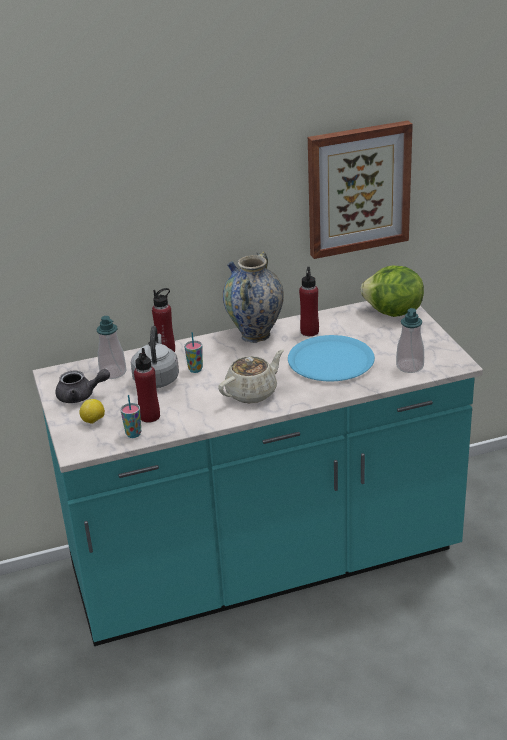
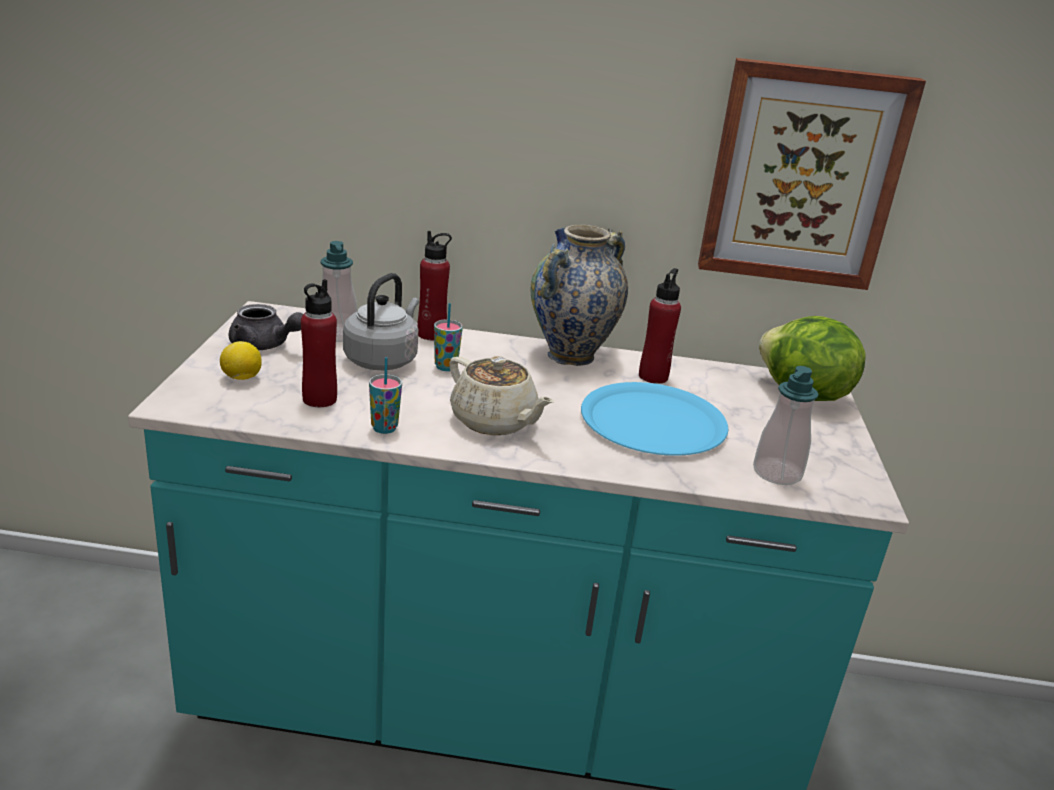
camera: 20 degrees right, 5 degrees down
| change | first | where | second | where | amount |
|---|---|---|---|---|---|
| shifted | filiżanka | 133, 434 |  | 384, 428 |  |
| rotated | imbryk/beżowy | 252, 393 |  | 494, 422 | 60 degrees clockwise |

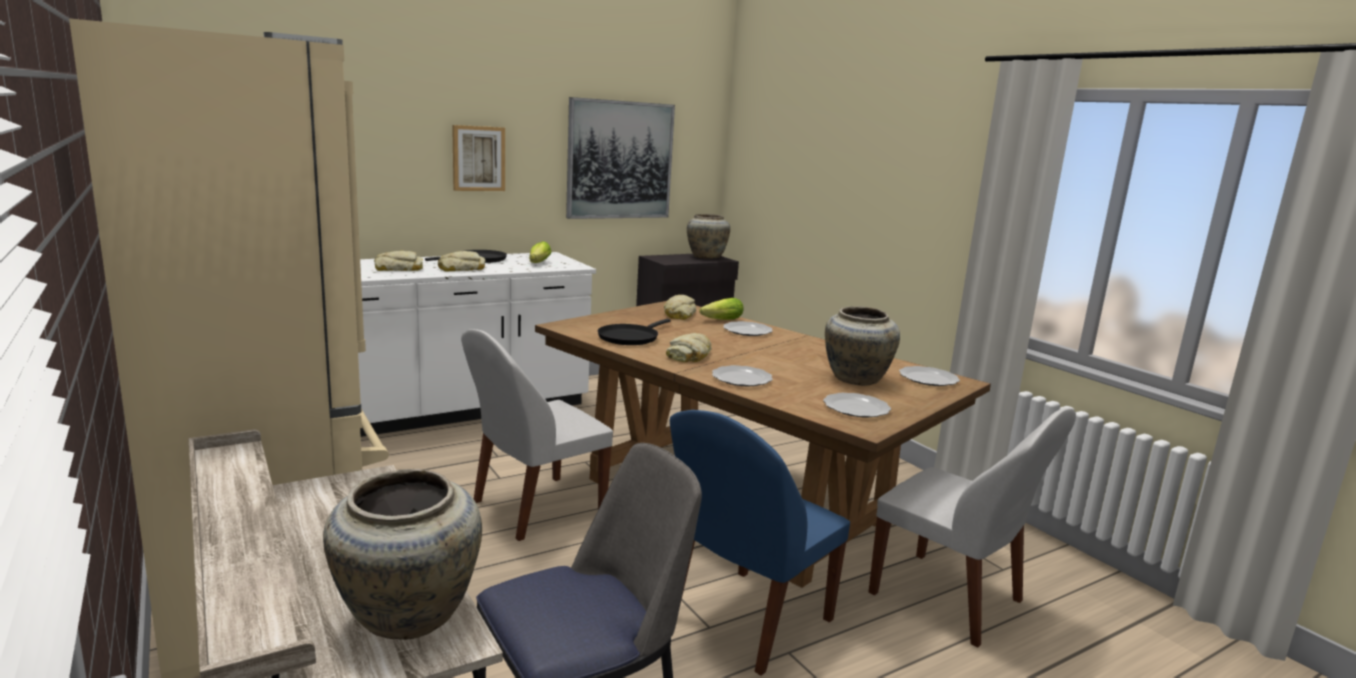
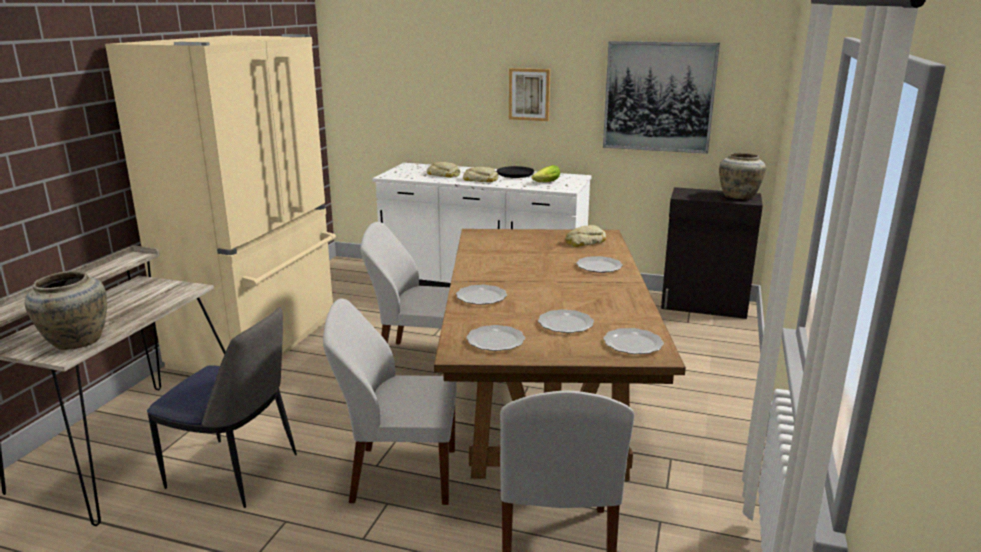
camera: 50 degrees right, 5 degrees up
| change | first | where | second | where | amount |
|---|---|---|---|---|---|
| gone | patelnia/czarny | 630, 337 |  |  |  |
| gone | chleb | 690, 355 |  |  |  |
| repainted | krzesło/niebieski | 746, 621 | krzesło/biały | 400, 475 |  |
| gone | sałata | 720, 320 |  |  |  |
| swapped | wazon/beżowy | 855, 379 | talerz | 564, 323 |  |

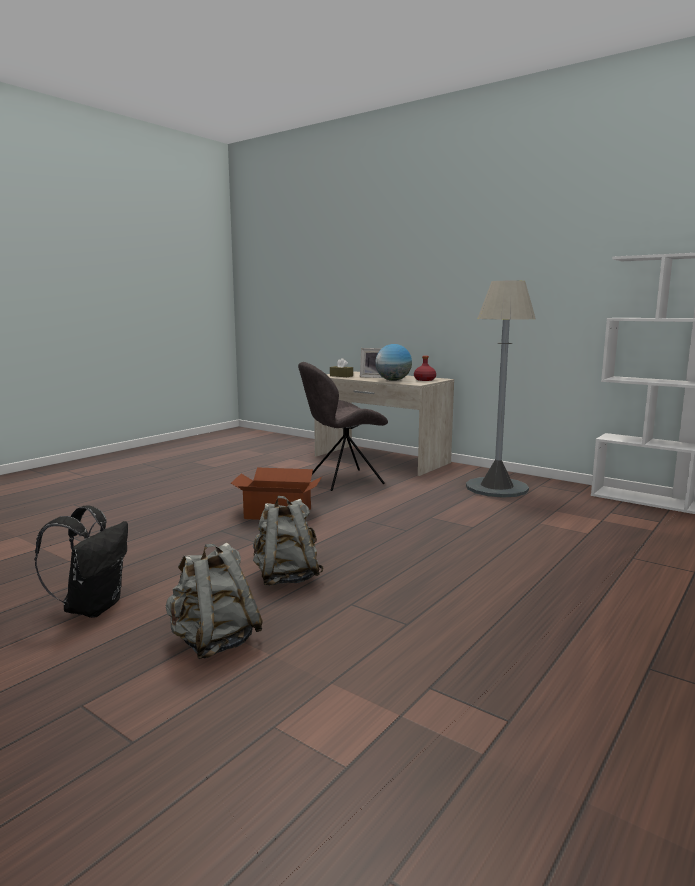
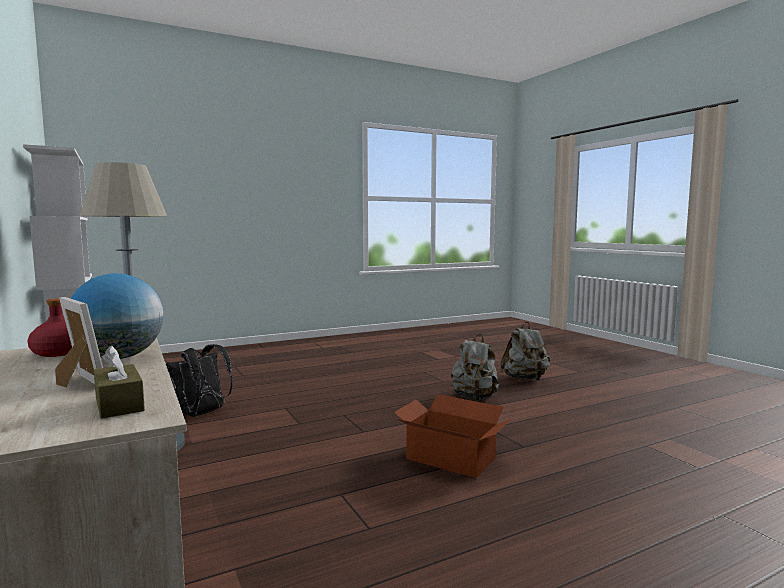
camera: 155 degrees left, 5 degrees down
| change | first | where | second | where | amount |
|---|---|---|---|---|---|
| shifted | plecak/czarny | 93, 607 |  | 201, 414 |  |
| gone | krzesło/szary | 343, 480 |  |  |  |

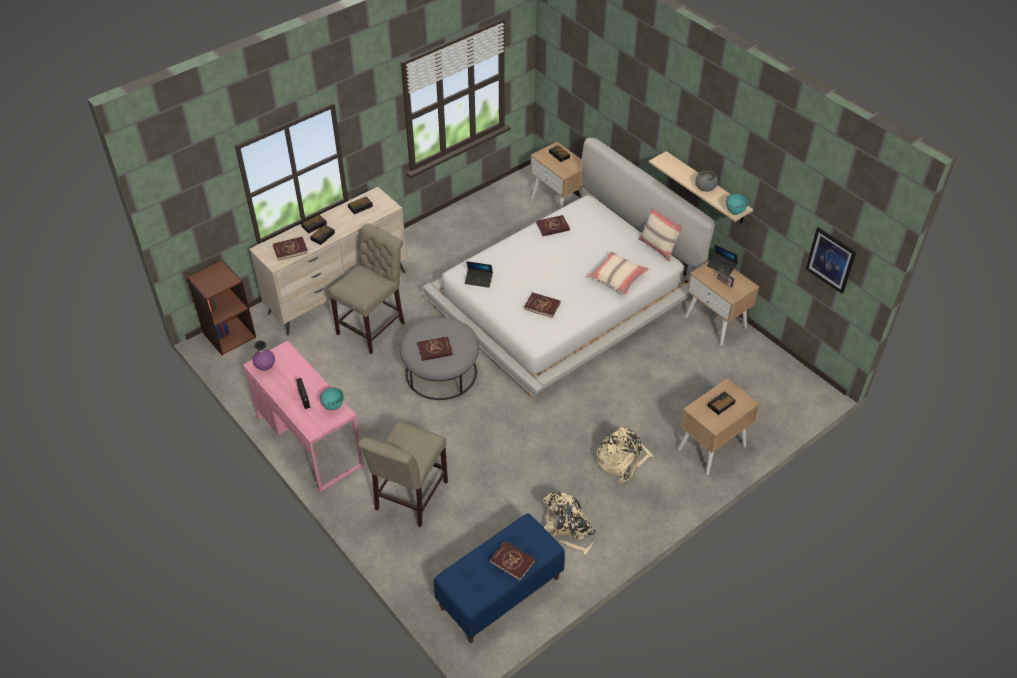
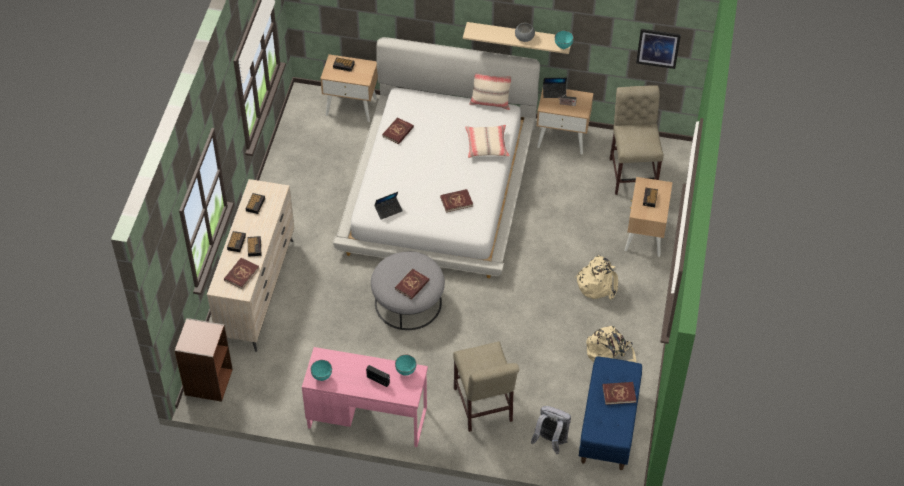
camera: 40 degrees left, 5 degrees up
| change | first | where | second | where | amount |
|---|---|---|---|---|---|
| swapped | wazon/fioletowy | 265, 367 | miska/turkusowy | 321, 377 |  |
| shifted | krzesło/beżowy | 374, 326 |  | 632, 172 |  |
| new |  |  | plecak/szary | 550, 441 |  |

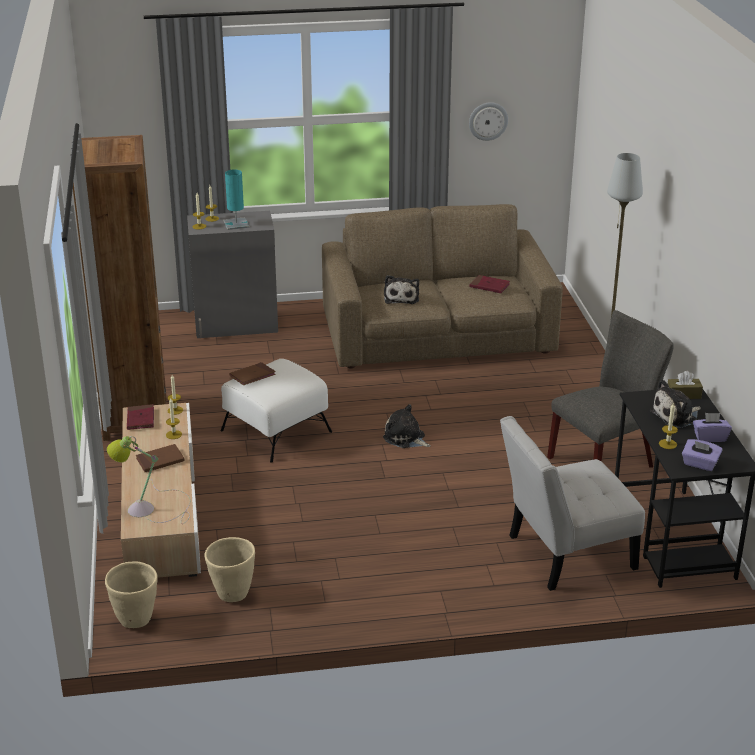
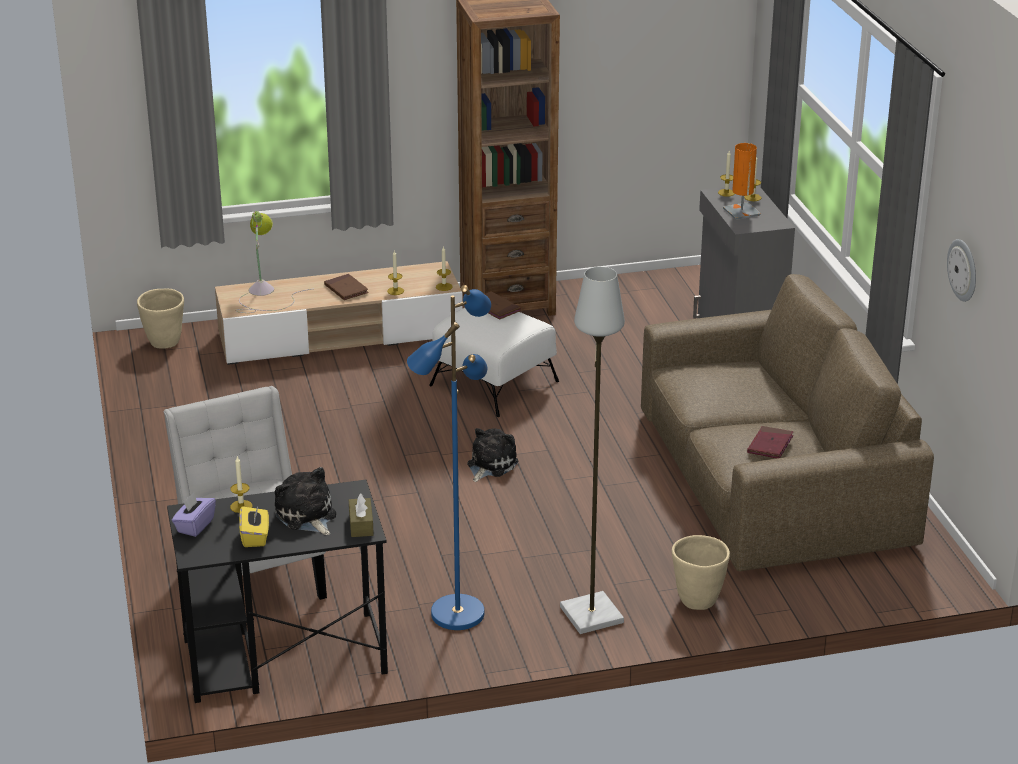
camera: 85 degrees right, 0 degrees up
| change | first | where | second | where | amount |
|---|---|---|---|---|---|
| gone | książka/czerwony | 140, 419 |  |  |  |
| shifted | donica/beżowy | 232, 594 |  | 697, 600 |  |
| repainted | lampa stołowa/turkusowy | 236, 224 | lampa stołowa/pomarańczowy | 741, 212 |  |
| gone | pluszak | 401, 297 |  |  |  |
| swapped | krzesło/szary | 606, 460 | lampa stojąca/niebieski | 457, 613 |  |
| repainted | pudełko chusteczek/fioletowy | 710, 437 | pudełko chusteczek/żółty | 255, 537 |  |

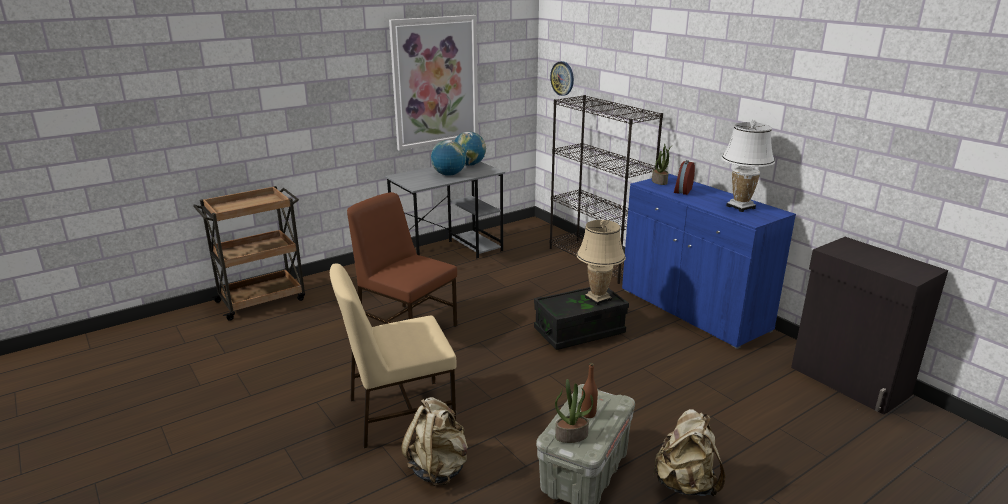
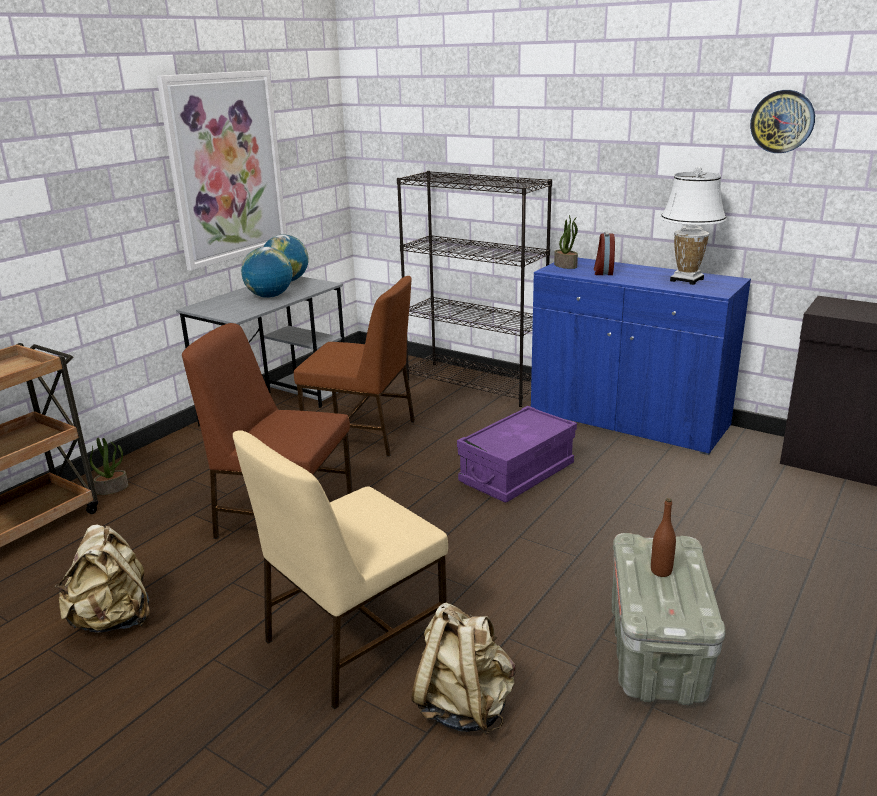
camera: 20 degrees left, 0 degrees up
| change | first | where | second | where | amount |
|---|---|---|---|---|---|
| repainted | pojemnik do przechowywania/czarny | 579, 331 | pojemnik do przechowywania/fioletowy | 517, 473 |  |
| shifted | zegar ścienny | 562, 78 |  | 782, 121 |  |
| shifted | roślina doniczkowa | 571, 435 |  | 113, 488 |  |
| gone | lampa stołowa/beżowy | 598, 299 |  |  |  |
| shifted | plecak/beżowy | 685, 484 |  | 113, 620 |  |
| new |  |  | krzesło/brązowy | 362, 434 |  |

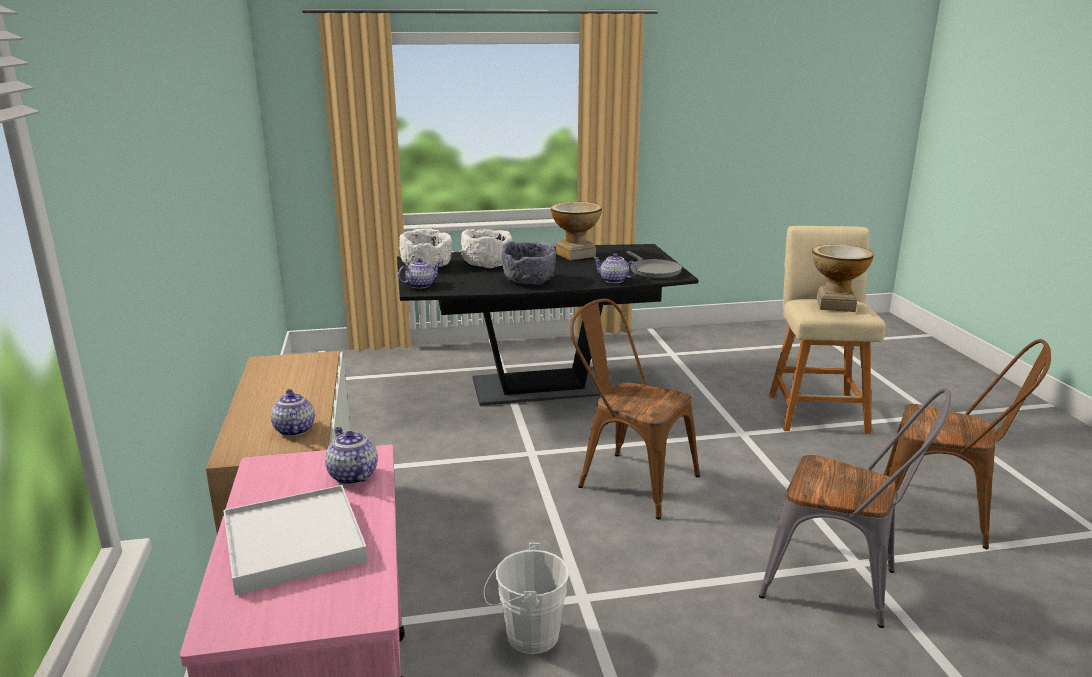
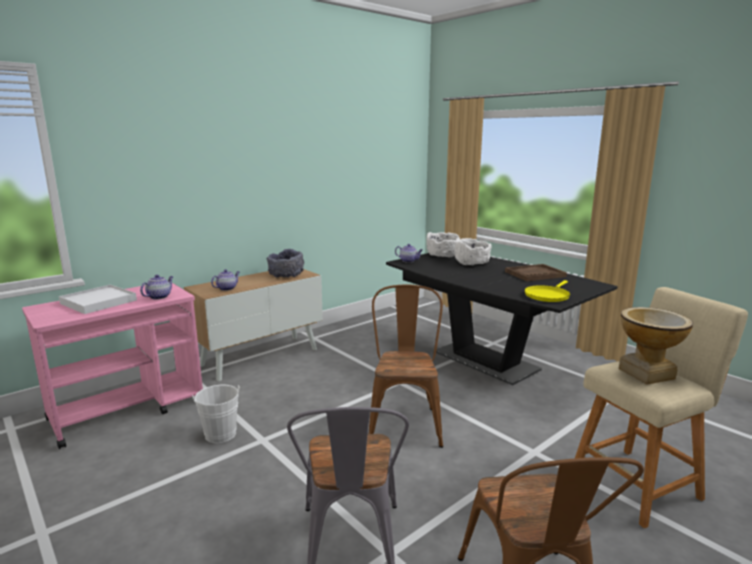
camera: 60 degrees right, 5 degrees down
| change | first | where | second | where | amount |
|---|---|---|---|---|---|
| shifted | miska/szary | 529, 280 |  | 286, 275 |  |
| swapped | wazon | 575, 255 | taca/brązowy | 535, 274 |  |
| gone | imbryk | 614, 280 |  |  |  |
| repainted | patelnia/szary | 653, 271 | patelnia/żółty | 547, 295 |  |

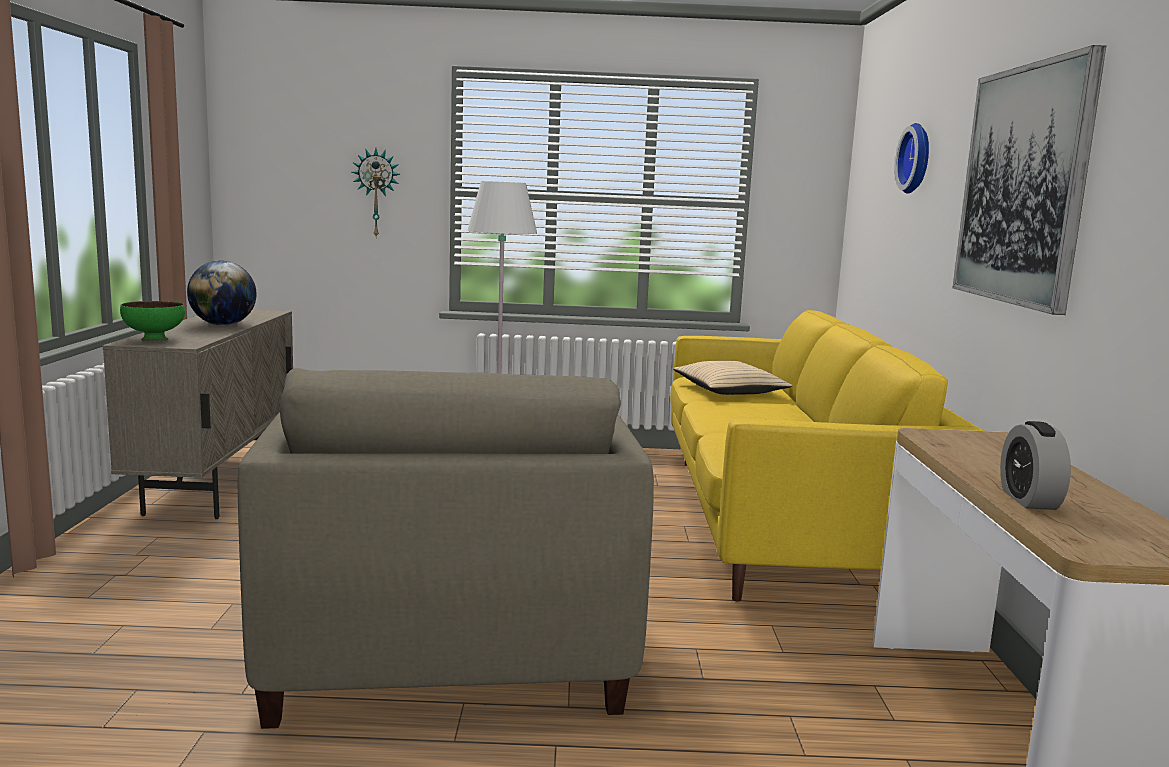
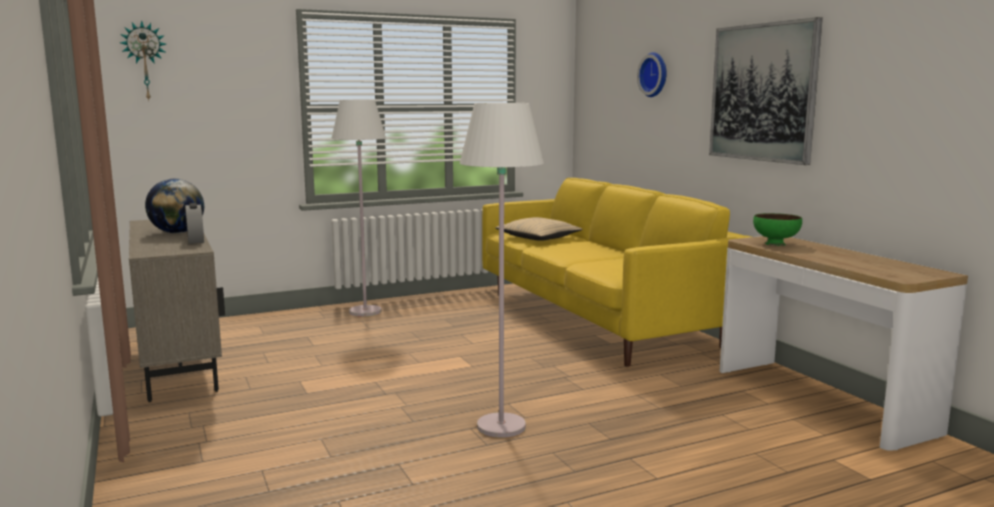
camera: 25 degrees left, 0 degrees up
| change | first | where | second | where | amount |
|---|---|---|---|---|---|
| shifted | miska/zielony | 154, 339 |  | 775, 244 |  |
| swapped | fotel/beżowy | 449, 645 | lampa stojąca/biały | 501, 426 |  |
| shifted | zegar ścienny | 376, 193 |  | 145, 61 |  |
| shifted | budzik | 1029, 500 |  | 196, 241 |  |

